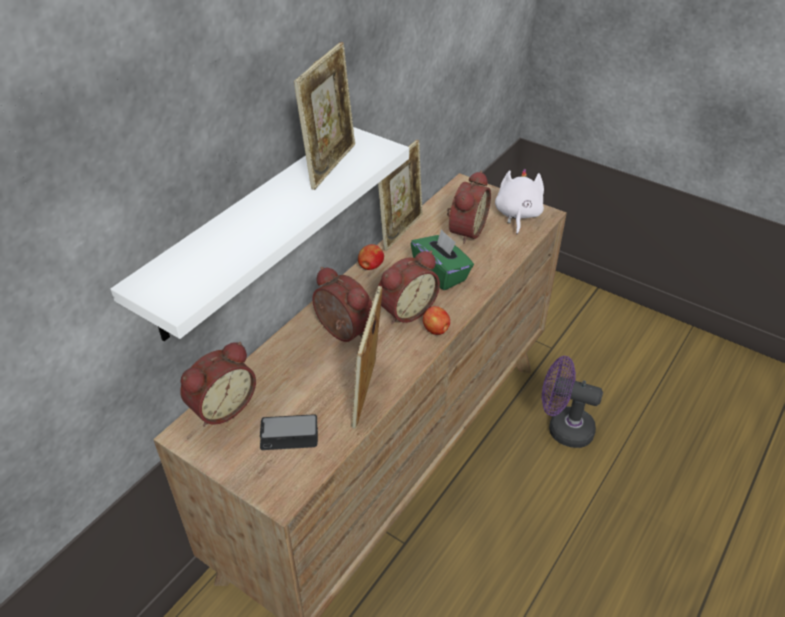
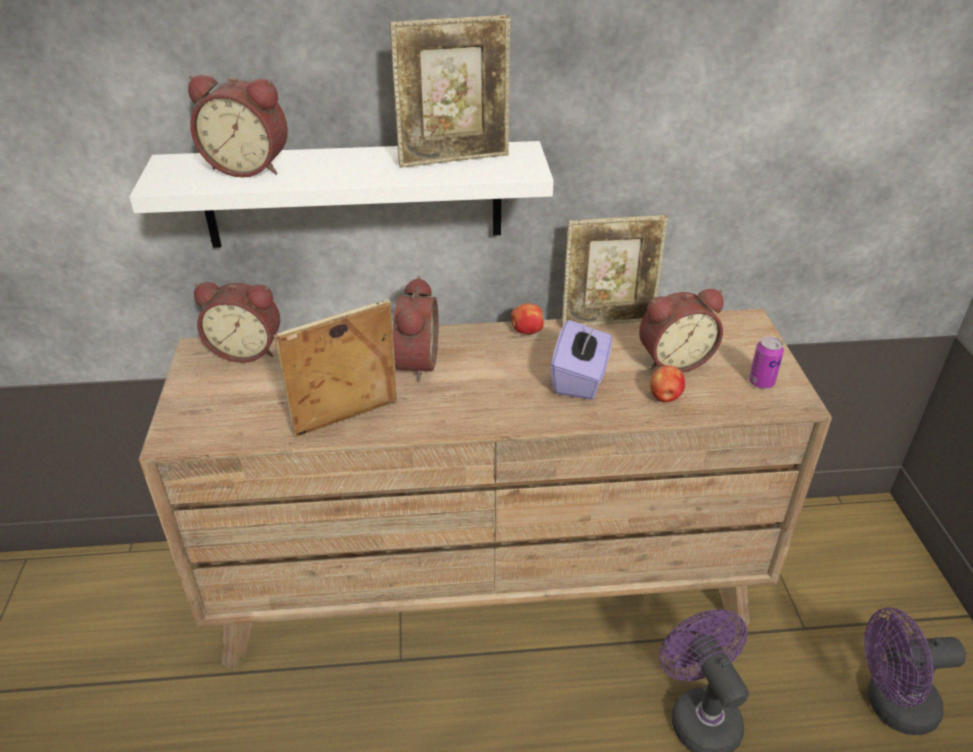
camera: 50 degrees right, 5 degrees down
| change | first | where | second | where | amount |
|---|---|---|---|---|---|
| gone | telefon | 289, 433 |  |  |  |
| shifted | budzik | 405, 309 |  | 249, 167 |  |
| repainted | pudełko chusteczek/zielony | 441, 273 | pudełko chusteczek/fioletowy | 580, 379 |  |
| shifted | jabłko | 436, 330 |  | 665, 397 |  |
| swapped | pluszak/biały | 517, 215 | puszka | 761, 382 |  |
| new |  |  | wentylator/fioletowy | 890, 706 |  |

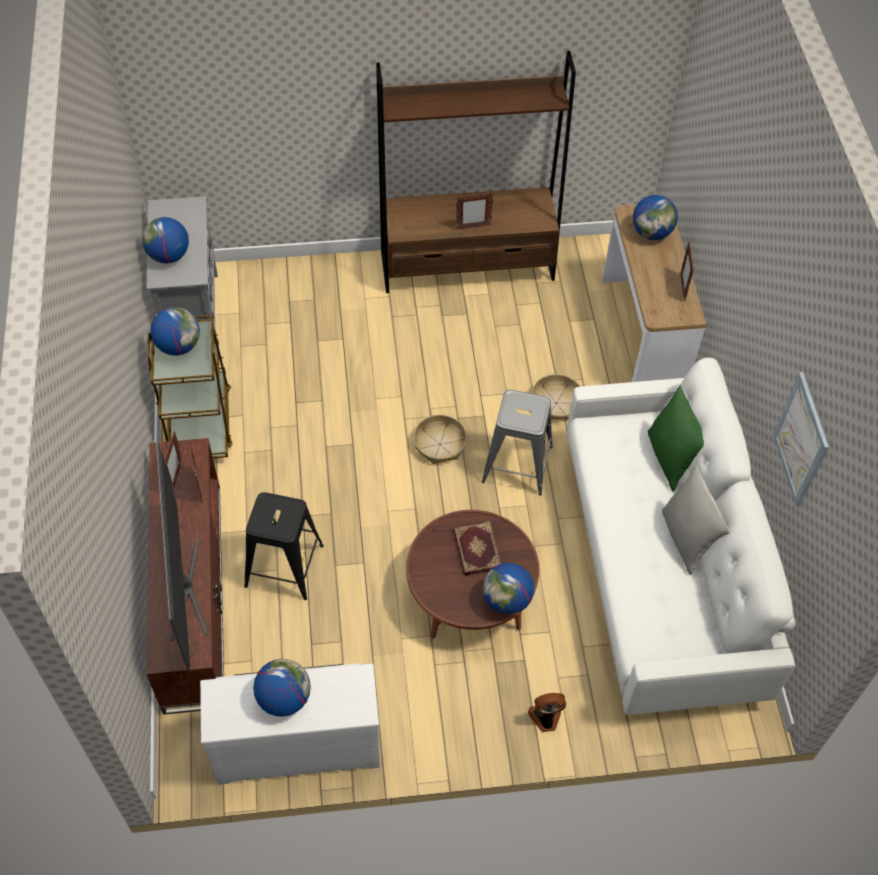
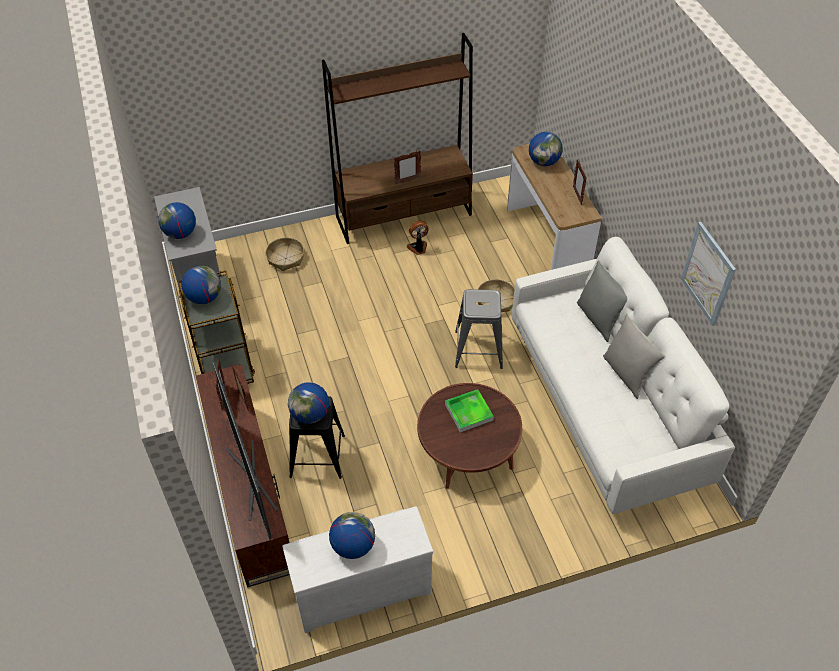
camera: 10 degrees left, 5 degrees down
| change | first | where | second | where | amount |
|---|---|---|---|---|---|
| shifted | koszyk | 439, 444 |  | 286, 258 |  |
| swapped | książka | 476, 550 | taca | 469, 412 |  |
| shifted | globus | 506, 600 |  | 310, 415 |  |
| shifted | wentylator | 545, 718 |  | 418, 248 |  |
| repainted | poduszka/zielony | 670, 458 | poduszka/szary | 599, 319 |  |

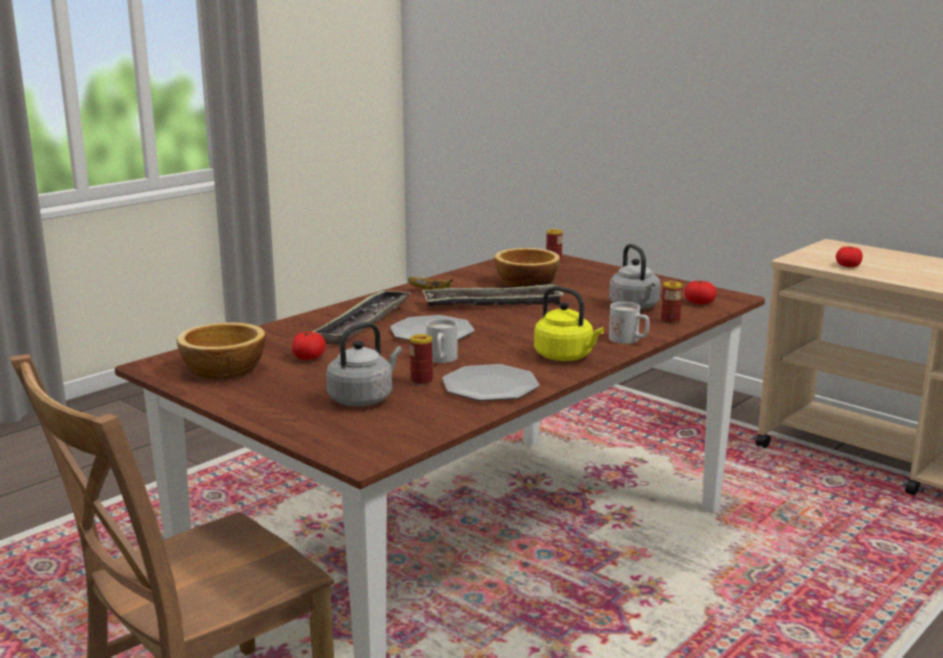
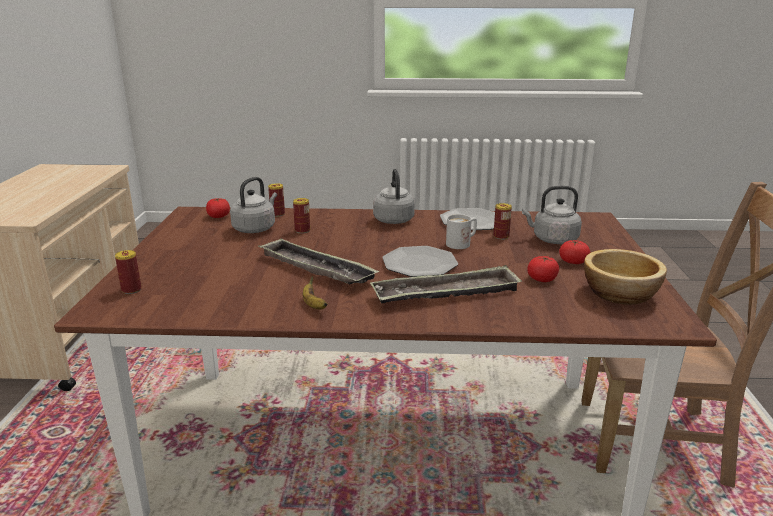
camera: 130 degrees left, 5 degrees up
| change | first | where | second | where | amount |
|---|---|---|---|---|---|
| gone | miska | 525, 284 |  |  |  |
| repainted | czajnik/żółty | 566, 357 | czajnik/szary | 393, 219 |  |
| gone | kubek/biały | 629, 340 |  |  |  |
| shifted | pomidor | 848, 266 |  | 573, 262 |  |
| new |  |  | puszka | 302, 230 |  |

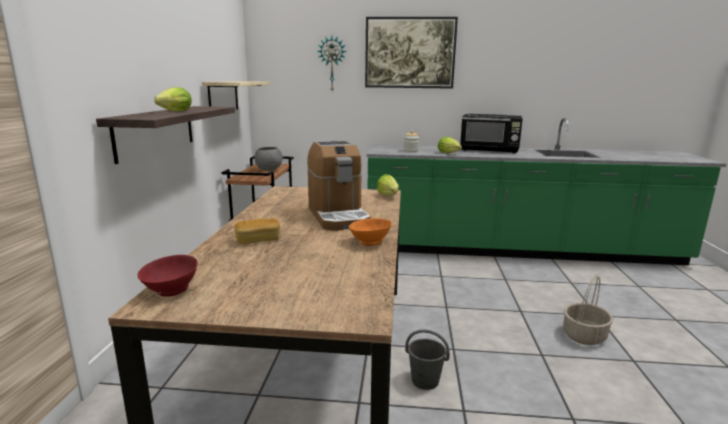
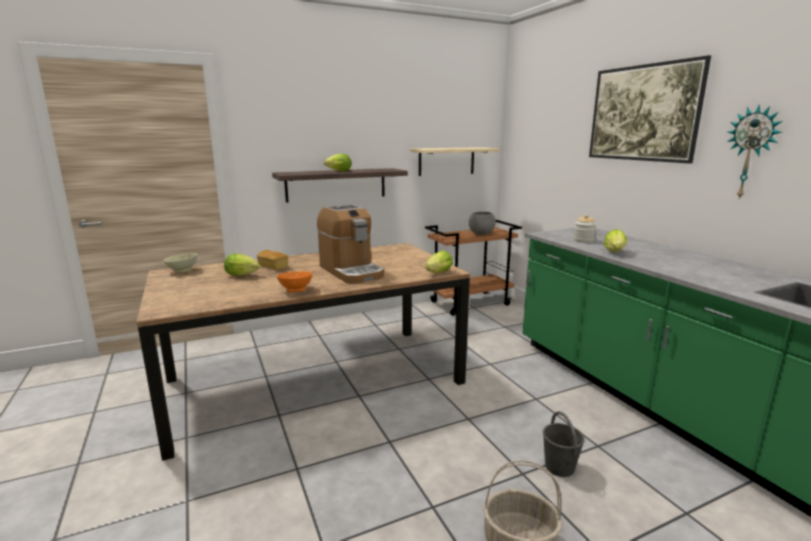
camera: 60 degrees right, 0 degrees up
| change | first | where | second | where | amount |
|---|---|---|---|---|---|
| repainted | miska/czerwony | 170, 291 | miska/beżowy | 182, 271 |  |
| rotated | ekspres do kawy | 338, 216 |  | 351, 271 | 75 degrees counterclockwise |
| shifted | zegar ścienny | 332, 64 |  | 751, 153 |  |
| shifted | wiadro/szary | 425, 381 |  | 559, 467 |  |
| gone | mikrofalówka/czarny | 490, 150 |  |  |  |
| new |  |  | sałata | 244, 275 |  |

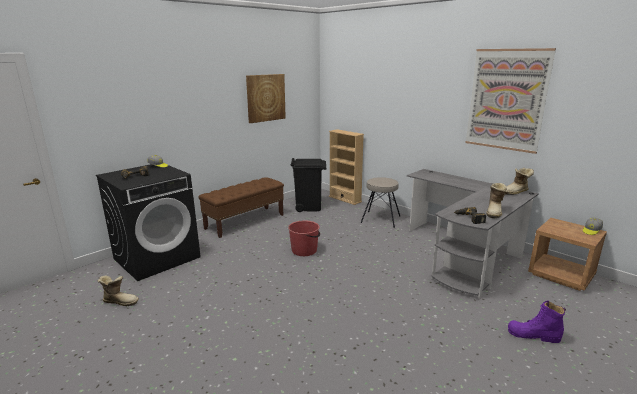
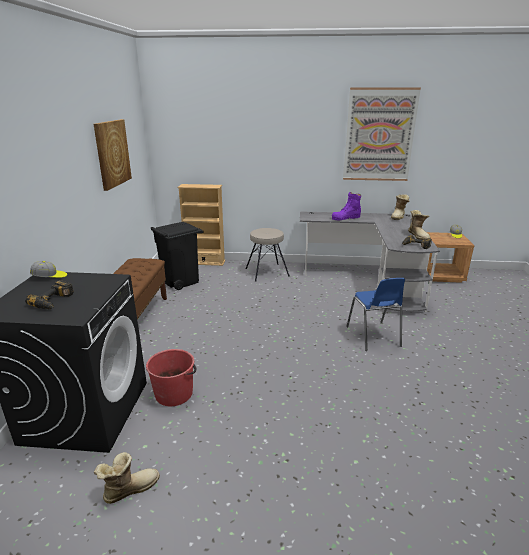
camera: 40 degrees left, 5 degrees up
| change | first | where | second | where | amount |
|---|---|---|---|---|---|
| shifted | wiadro/czerwony | 304, 250 |  | 174, 393 |  |
| shifted | but z cholewką/fioletowy | 533, 335 |  | 346, 218 |  |
| new |  |  | krzesło/niebieski | 373, 336 |  |

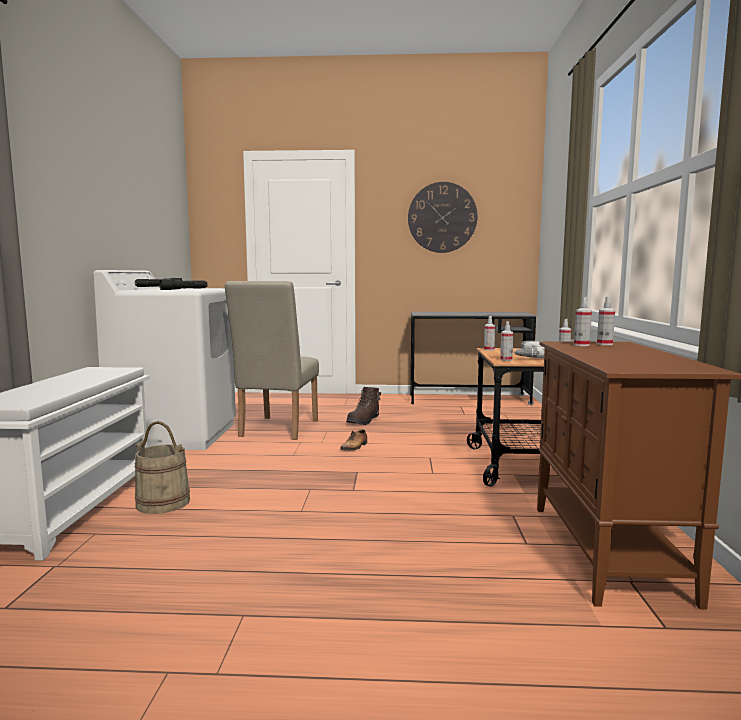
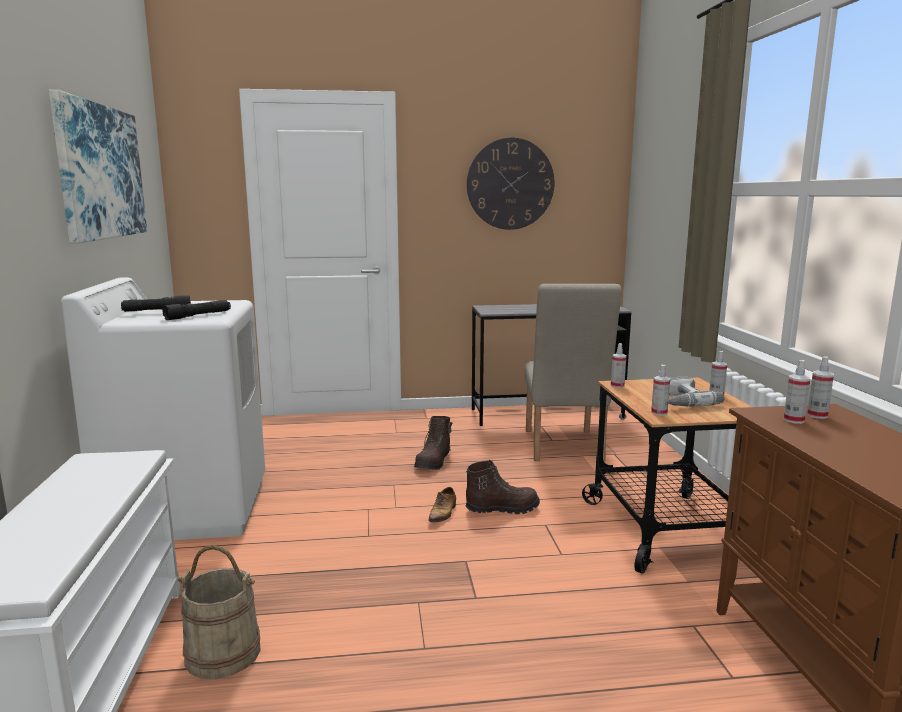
camera: 10 degrees left, 5 degrees up
| change | first | where | second | where | amount |
|---|---|---|---|---|---|
| shifted | krzesło/beżowy | 276, 430 |  | 563, 448 |  |
| new |  |  | obraz | 100, 172 |  |
| new |  |  | but z cholewką/brązowy | 502, 508 |  |

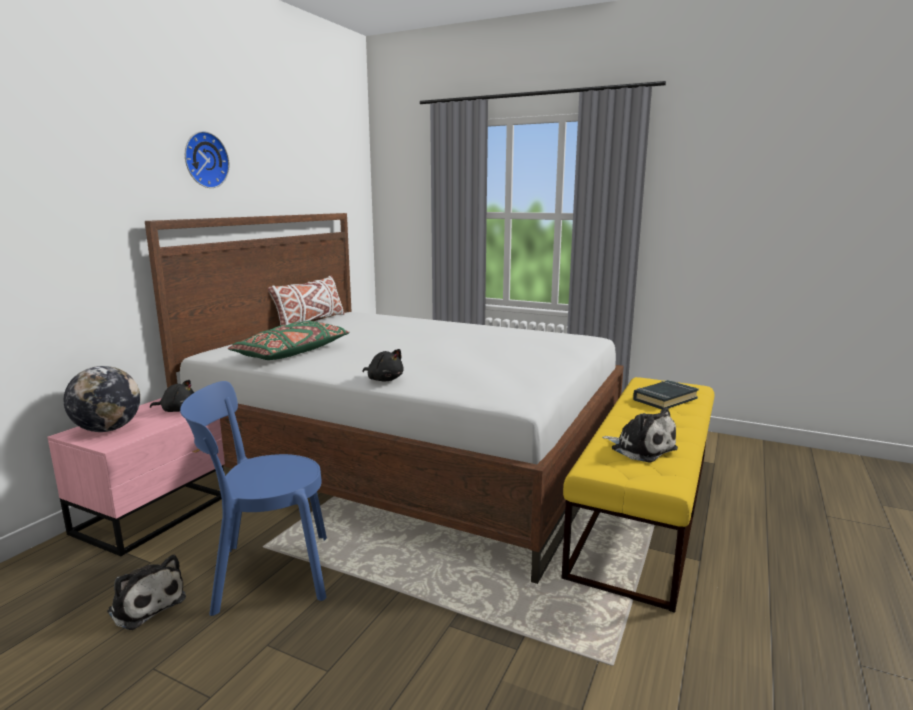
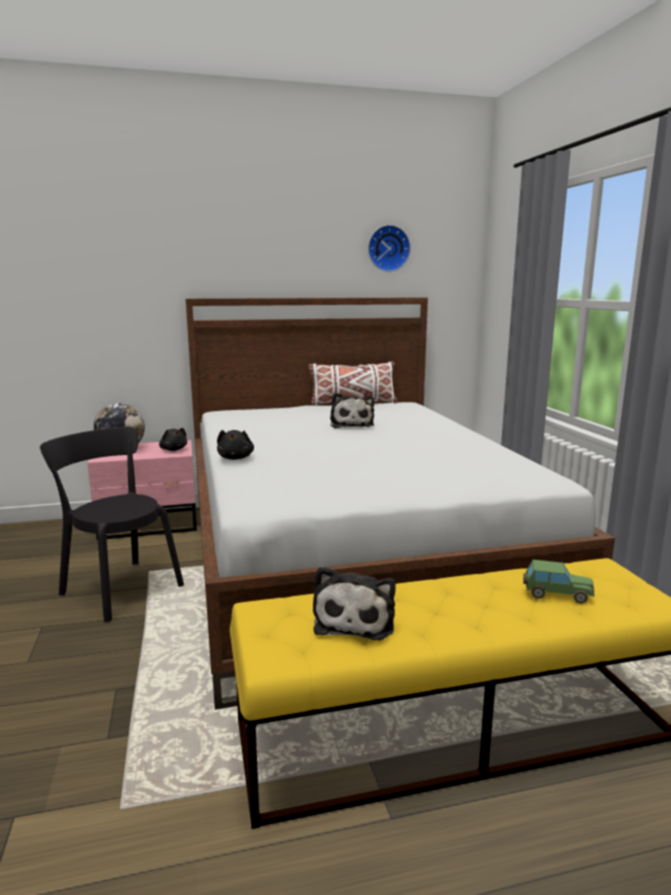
camera: 50 degrees right, 0 degrees up
| change | first | where | second | where | amount |
|---|---|---|---|---|---|
| shifted | pluszak | 146, 604 |  | 351, 424 |  |
| repainted | krzesło/niebieski | 266, 573 | krzesło/czarny | 119, 588 |  |
| shifted | zegar ścienny | 204, 160 |  | 388, 248 |  |
| gone | poduszka/zielony | 292, 353 |  |  |  |
| swapped | książka/czarny | 664, 399 | samochodzik | 556, 594 |  |

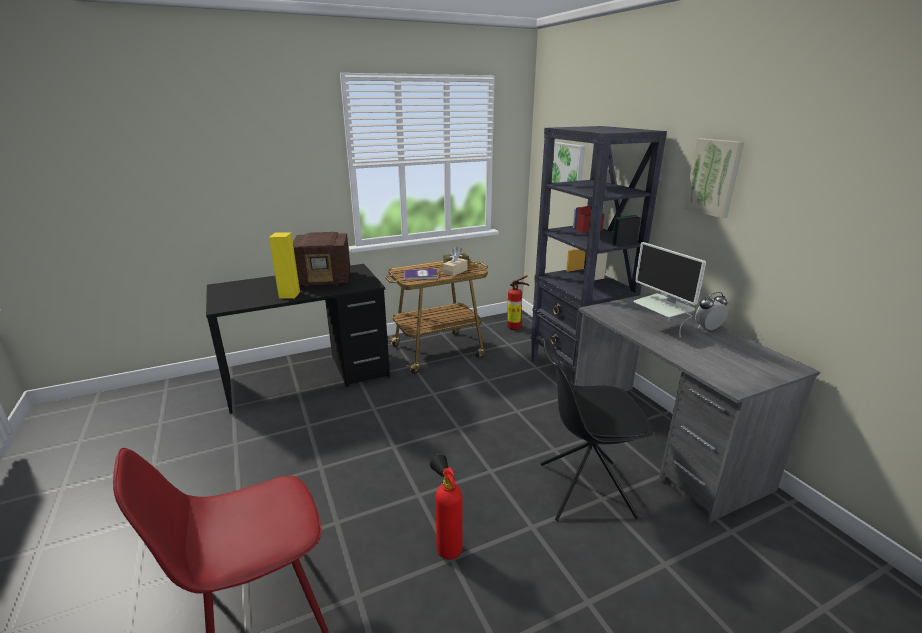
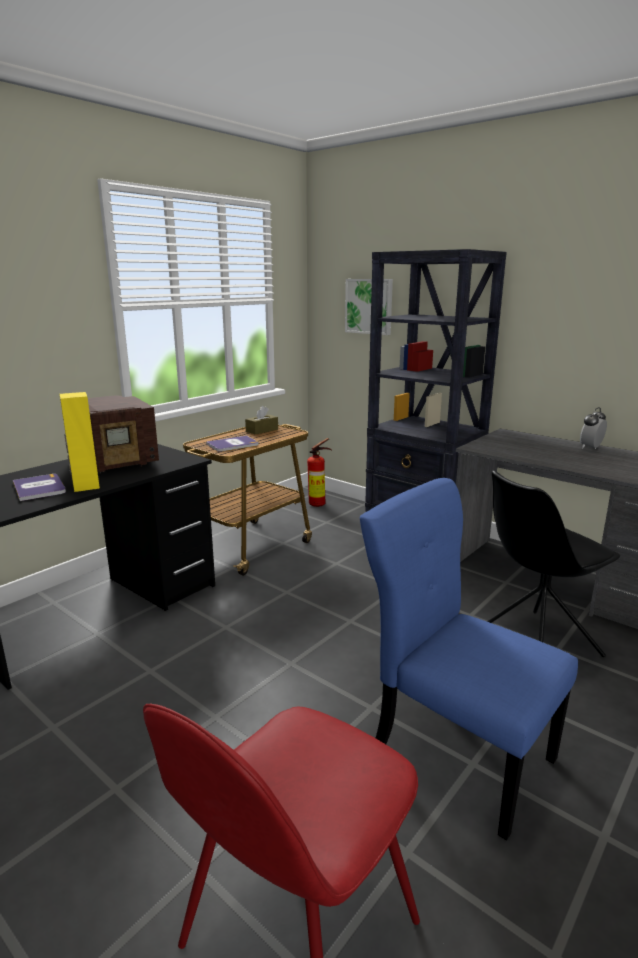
camera: 25 degrees left, 5 degrees down
| change | first | where | second | where | amount |
|---|---|---|---|---|---|
| swapped | gaśnica | 447, 546 | krzesło/niebieski | 456, 752 |  |
| gone | pudełko chusteczek/beżowy | 455, 272 |  |  |  |
| gone | monitor | 660, 328 |  |  |  |
| gone | obraz | 714, 177 |  |  |  |
| new |  |  | książka | 39, 488 |  |

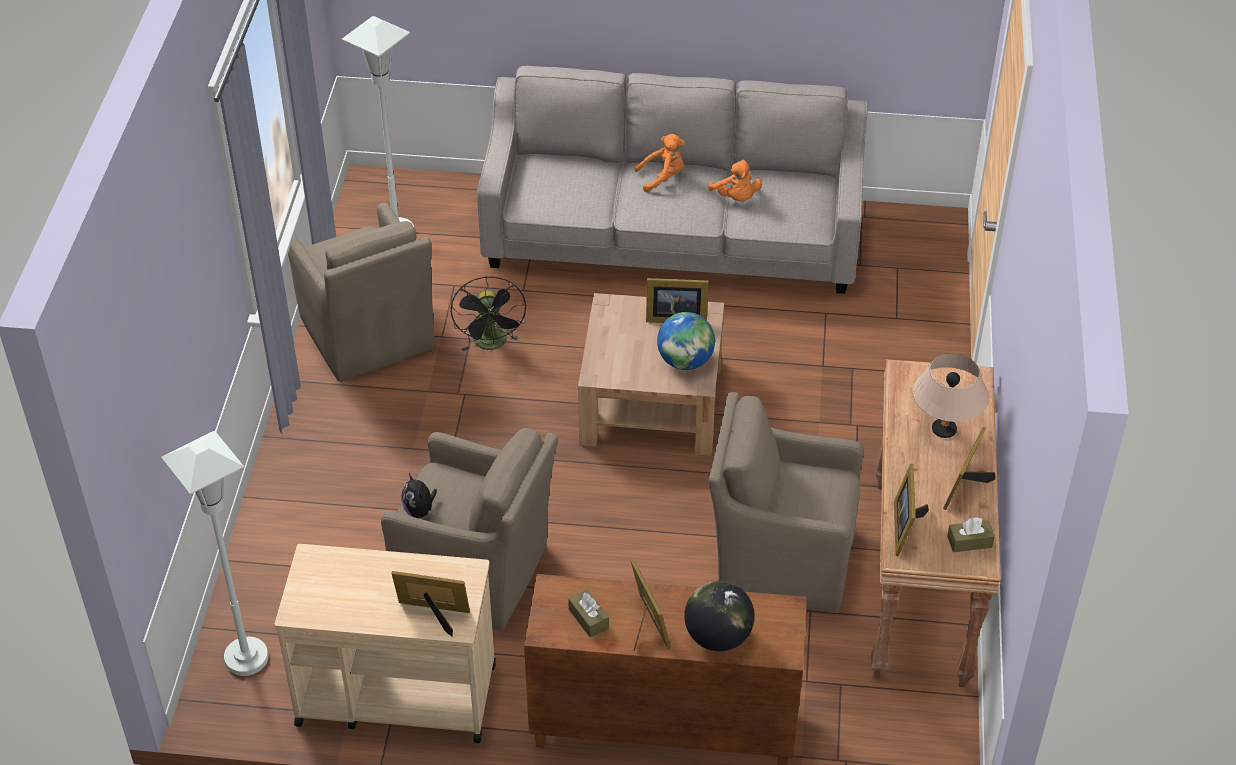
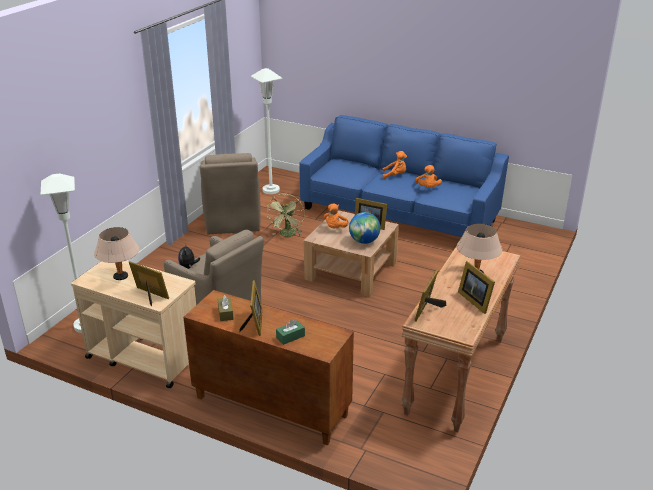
camera: 20 degrees right, 15 degrees down
| change | first | where | second | where | amount |
|---|---|---|---|---|---|
| repainted | wentylator/czarny | 492, 344 | wentylator/zielony | 287, 235 |  |
| repainted | kanapa/szary | 673, 239 | kanapa/niebieski | 399, 214 |  |
| swapped | globus | 718, 637 | pudełko chusteczek/zielony | 290, 337 |  |
| gone | fotel/brązowy | 780, 559 |  |  |  |
| rotated | ramka na zdjęcie | 965, 487 |  | 475, 300 | 75 degrees counterclockwise |
| gone | pudełko chusteczek/brązowy | 969, 542 |  |  |  |
| new |  |  | lampa stołowa/beżowy | 120, 276 |  |
| new |  |  | pluszak/pomarańczowy | 335, 228 |  |

